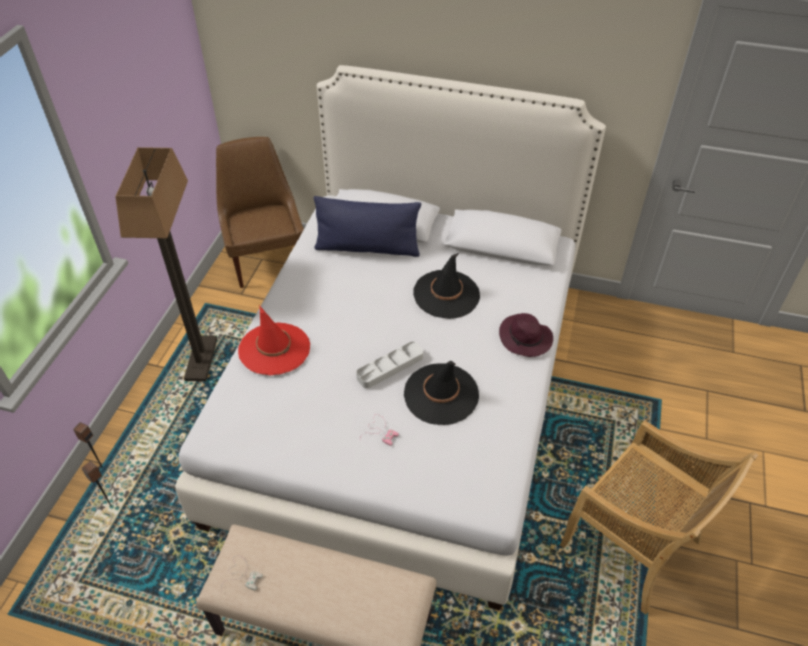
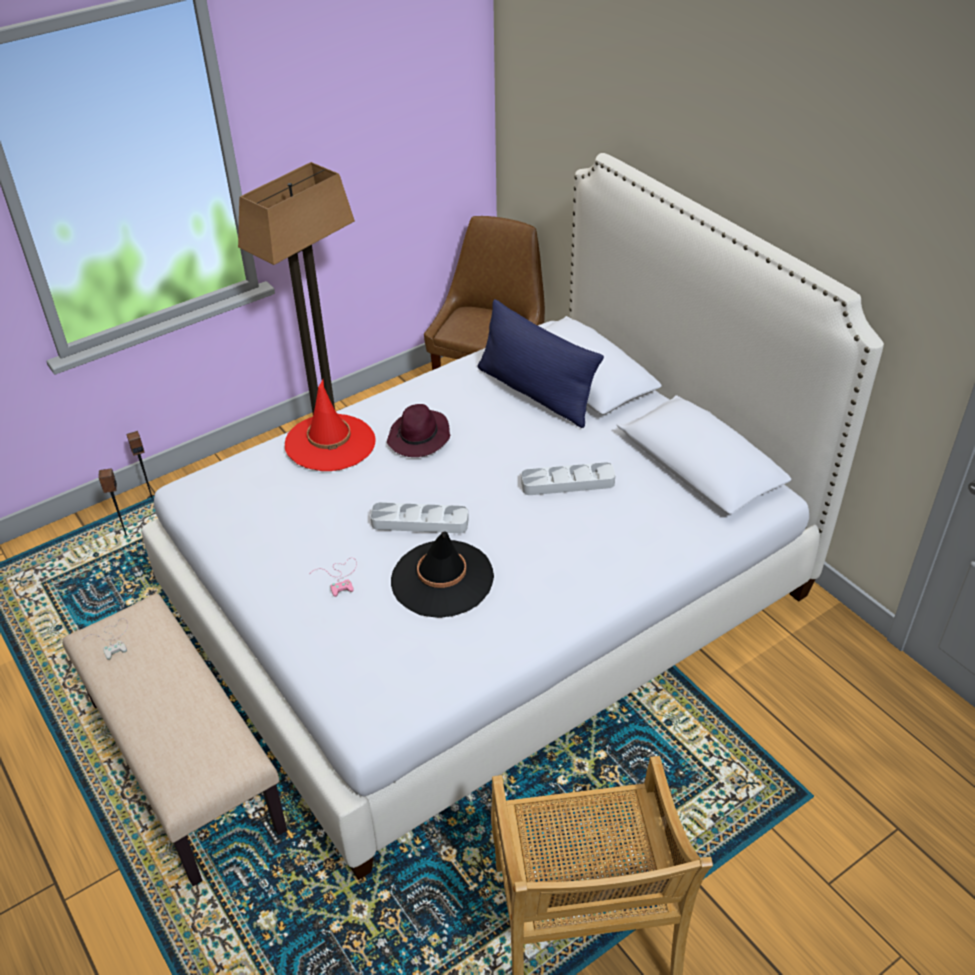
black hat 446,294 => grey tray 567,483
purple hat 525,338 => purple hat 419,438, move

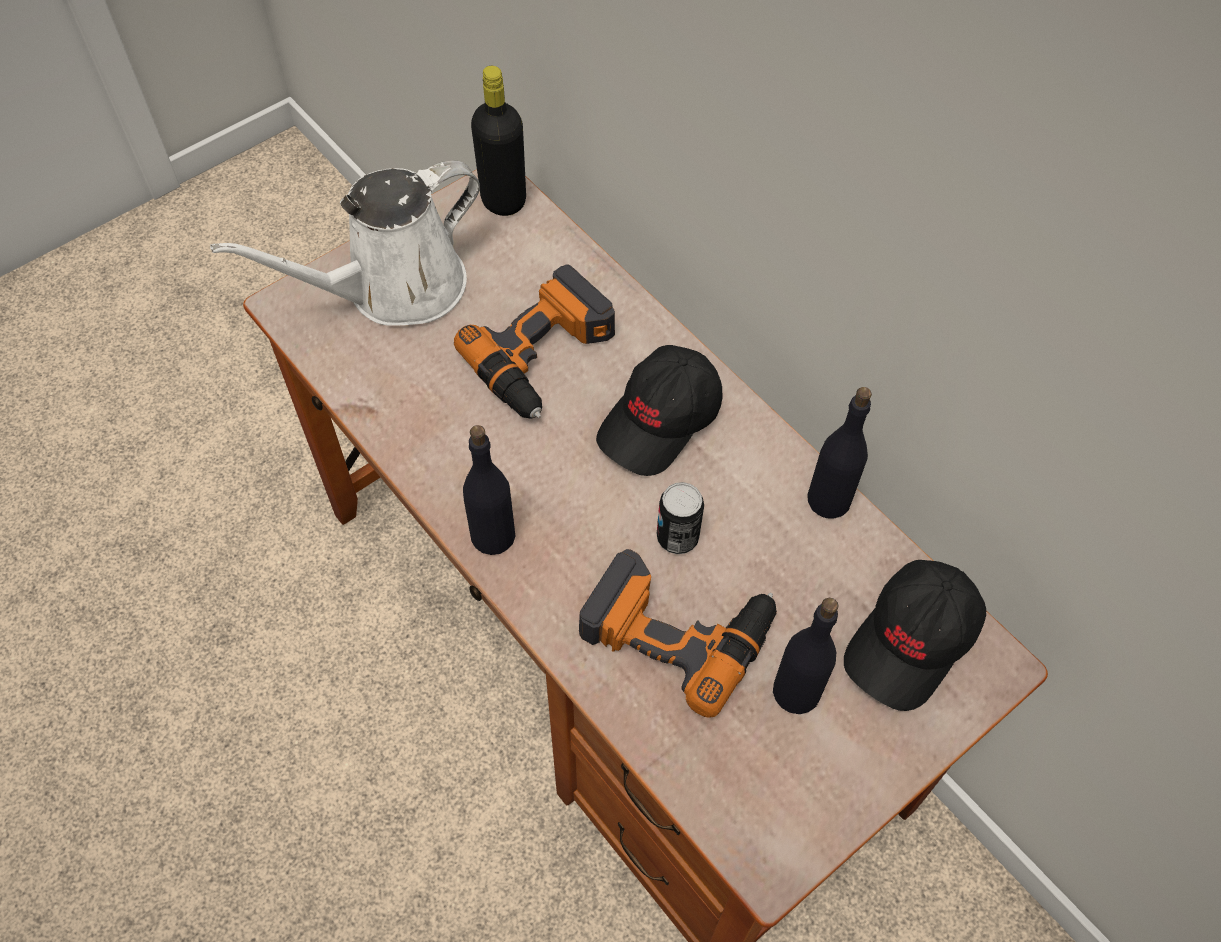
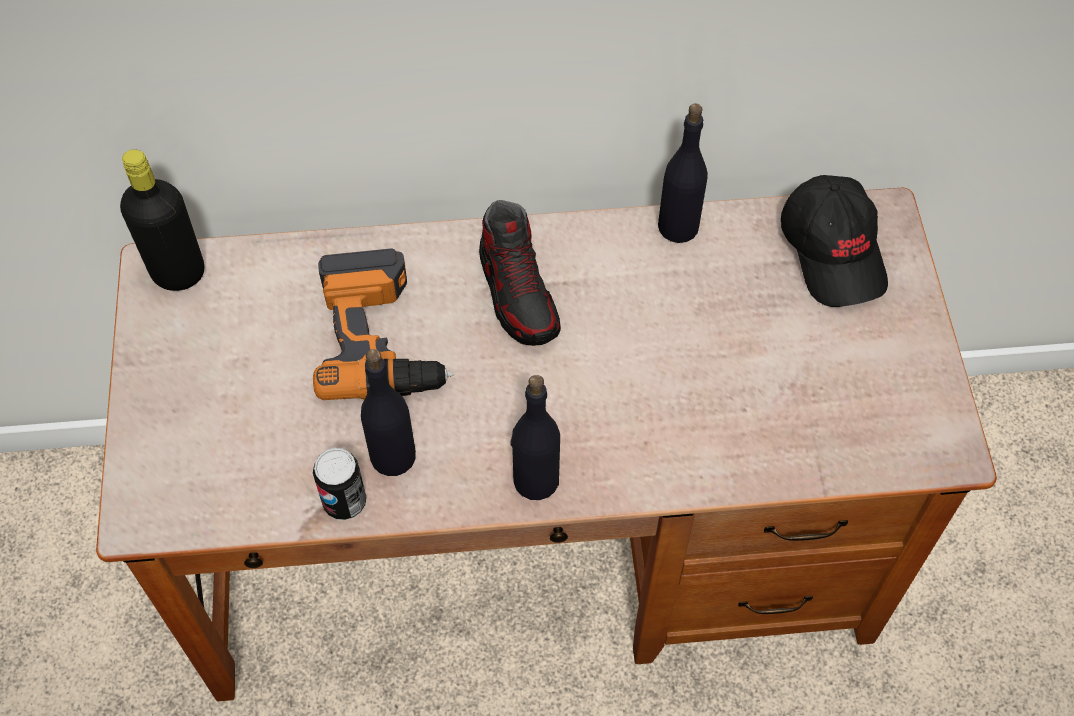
white watering can 394,289 => nothing
power drill 677,628 => nothing
black cap 661,421 => shoe 518,293
can 677,537 => can 344,502, move
black bottle 797,691 => black bottle 393,456, move

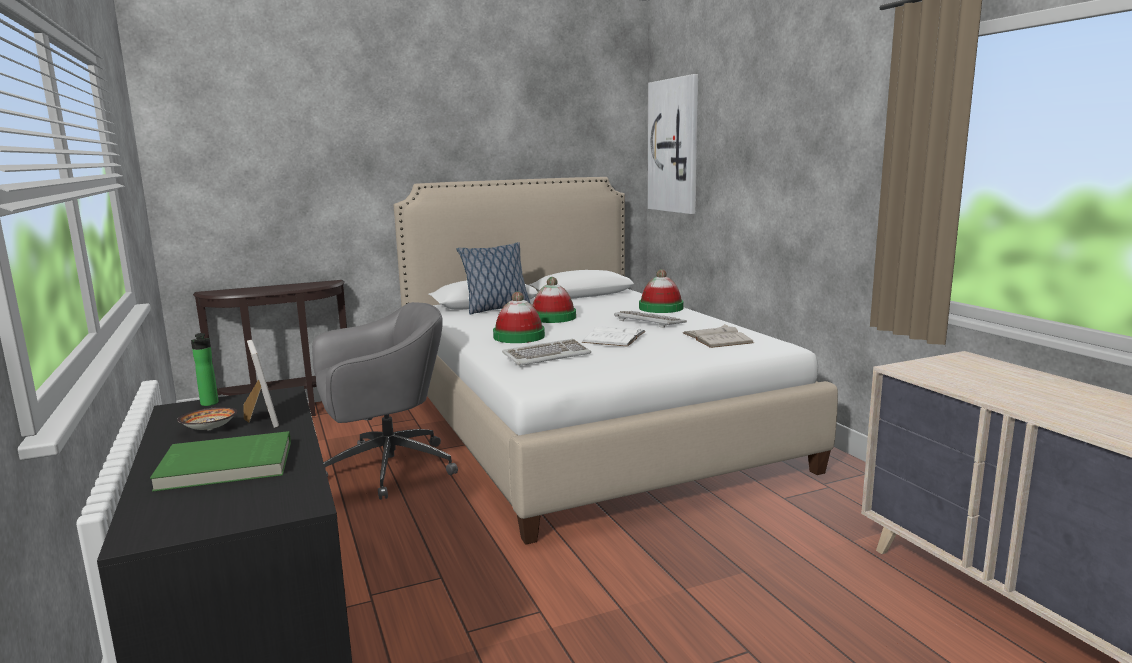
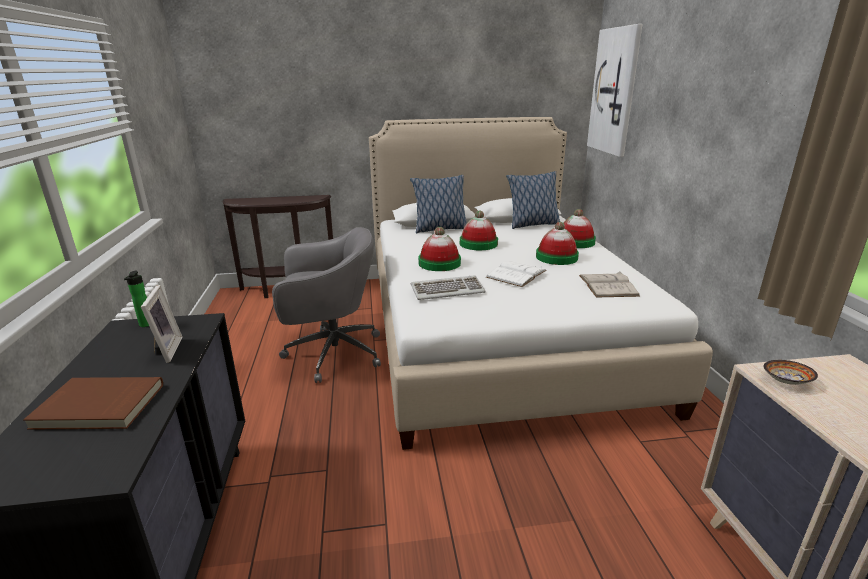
green book 226,466 => brown book 98,407
bowl 208,429 => bowl 785,381, move
keyboard 649,321 => hat 556,257
nothing => pillow 532,225

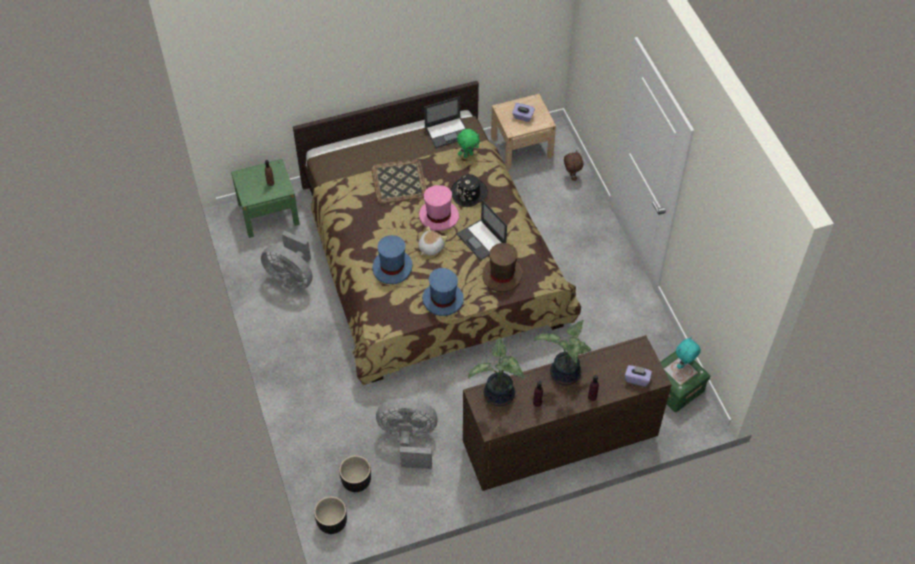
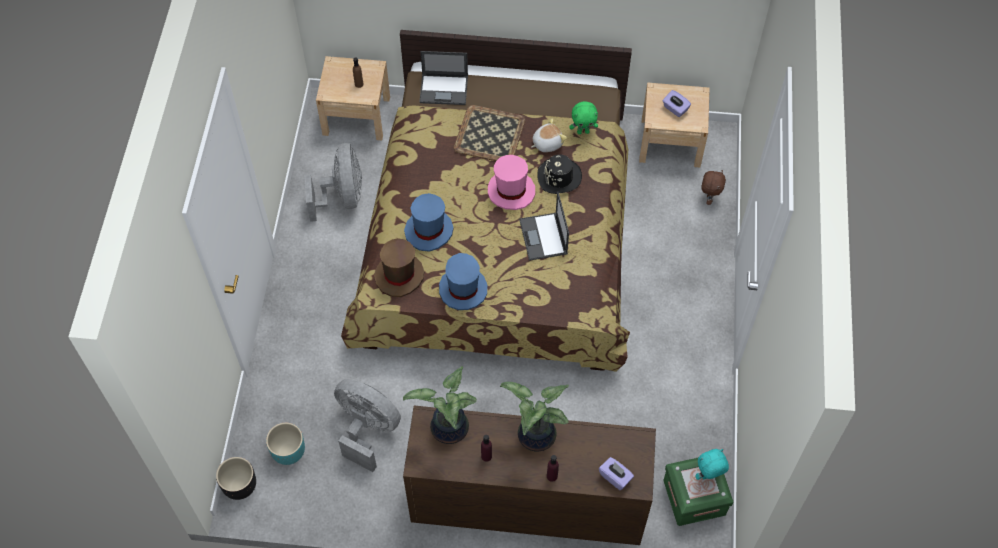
green nightstand 268,213 => beige nightstand 356,116
grey fan 291,278 => grey fan 342,197, 150 degrees counterclockwise
black planter 356,482 => turquoise planter 288,452
plush toy 430,247 => plush toy 547,143, move
laptop 448,132 => laptop 444,89, move
brown hat 502,275 => brown hat 399,275, move

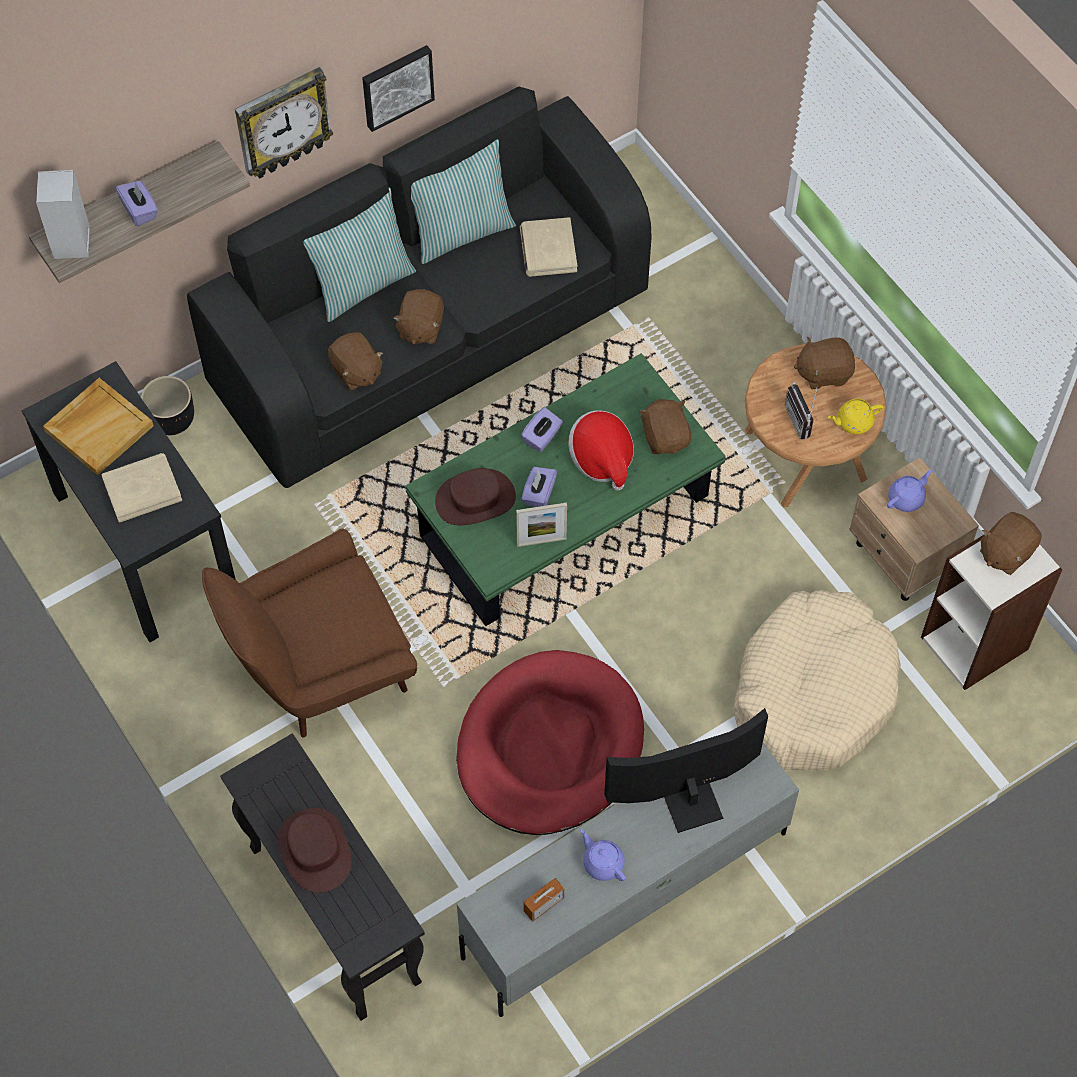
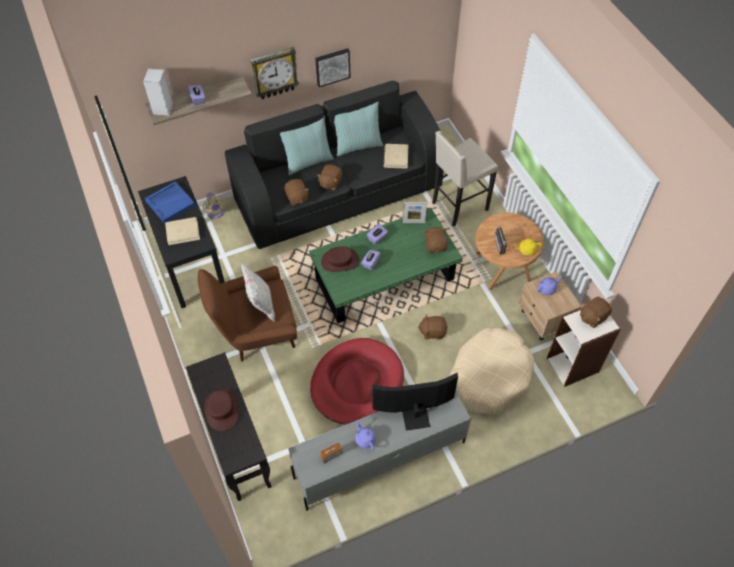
beige tray 99,427 => blue tray 170,203
black planter 172,419 => beige fan 215,213
picture frame 541,541 => picture frame 413,222, move
hat 601,459 => nothing
brown plush toy 823,372 => brown plush toy 432,331, move
nothing => white pillow 261,305
nothing => beige stool 458,206

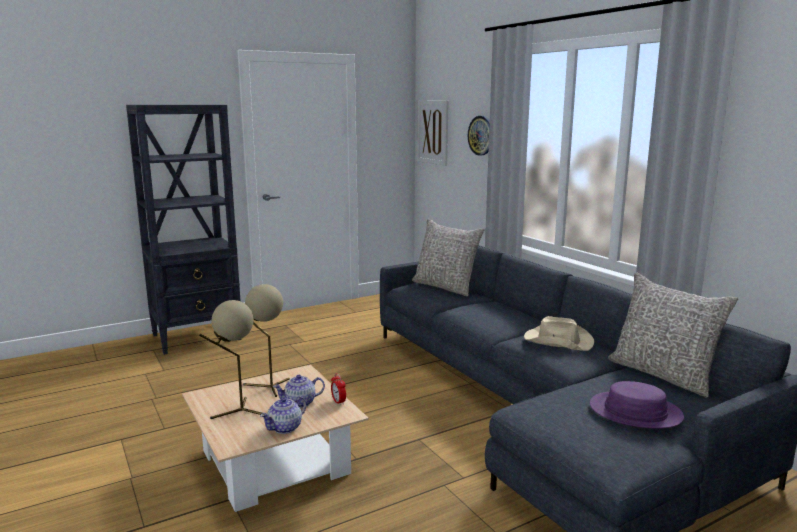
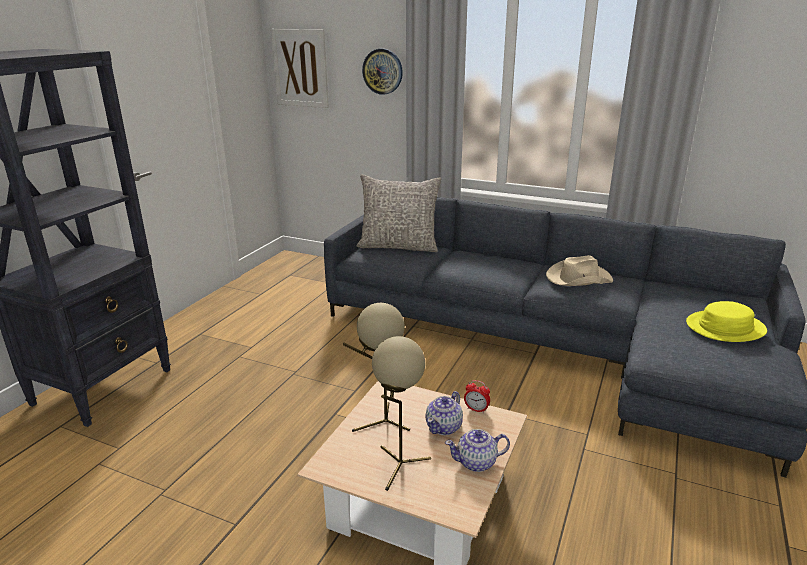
teapot 285,428 => teapot 477,462, 75 degrees clockwise
purple hat 635,412 => yellow hat 725,327
grey pillow 663,374 => nothing

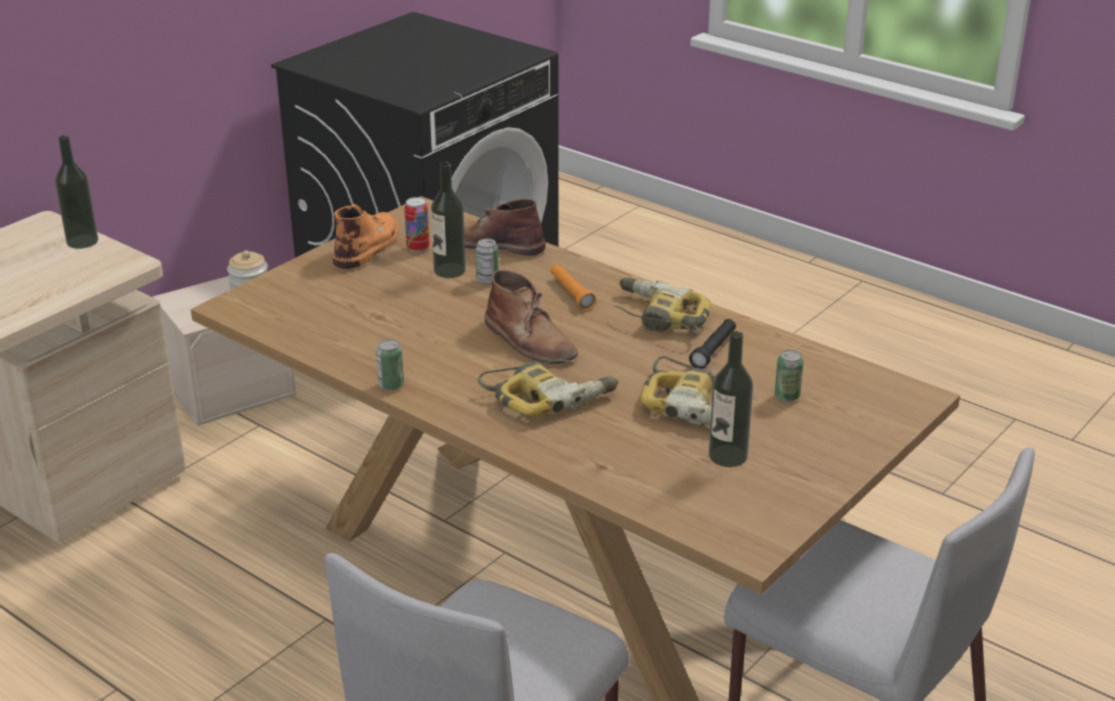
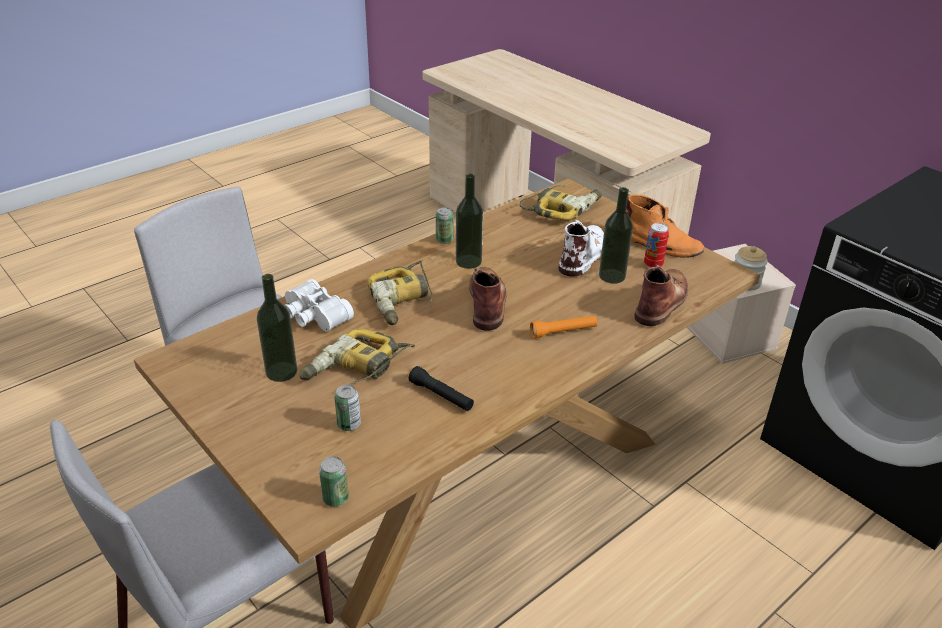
bottle 82,241 => bottle 468,261, move
can 487,280 => can 335,498, move
brown boot 530,341 => brown boot 487,301, 120 degrees clockwise
power drill 657,317 => power drill 562,208, move
nothing => white binoculars 313,316
nothing => white boot 583,254

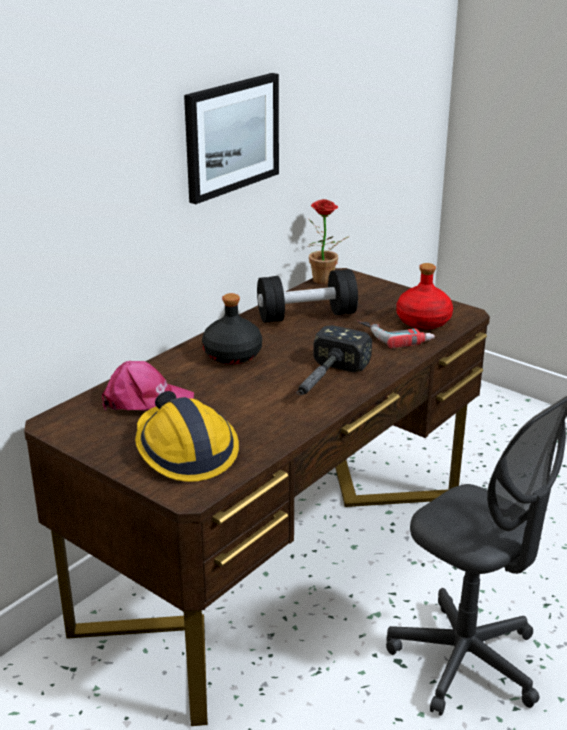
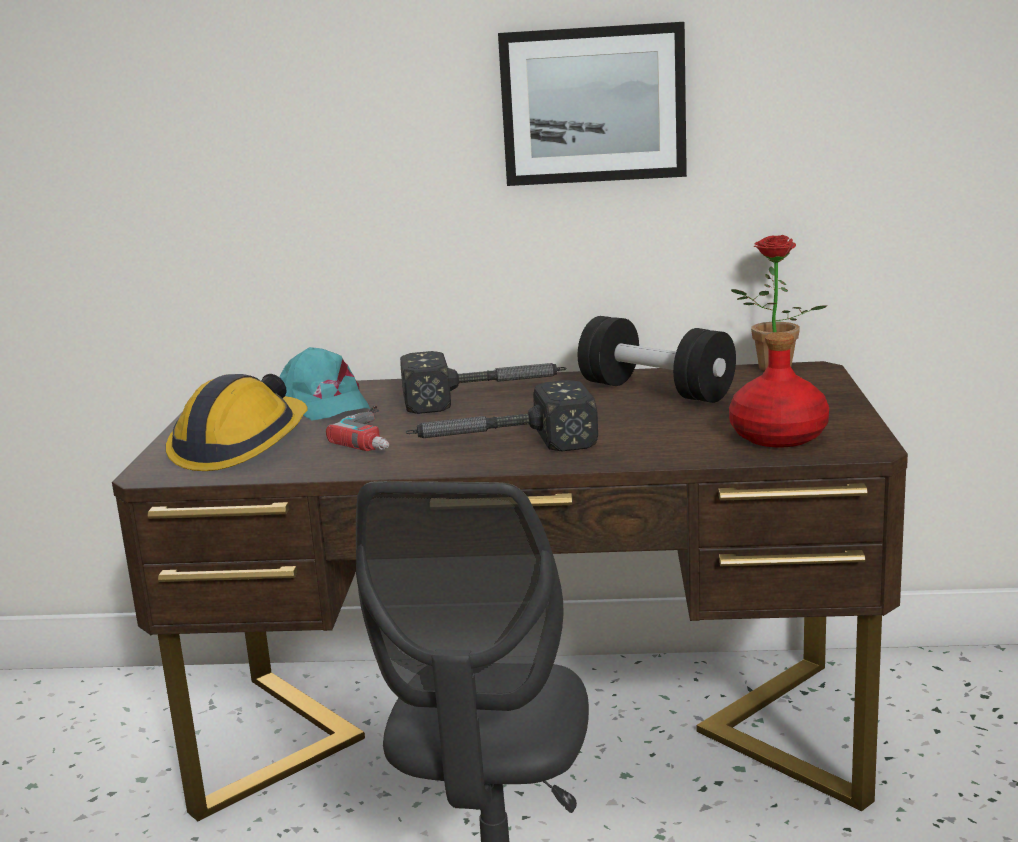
pink cap 146,401 => turquoise cap 323,403
black bottle 231,355 => hammer 486,397
power drill 395,335 => power drill 379,435, move

